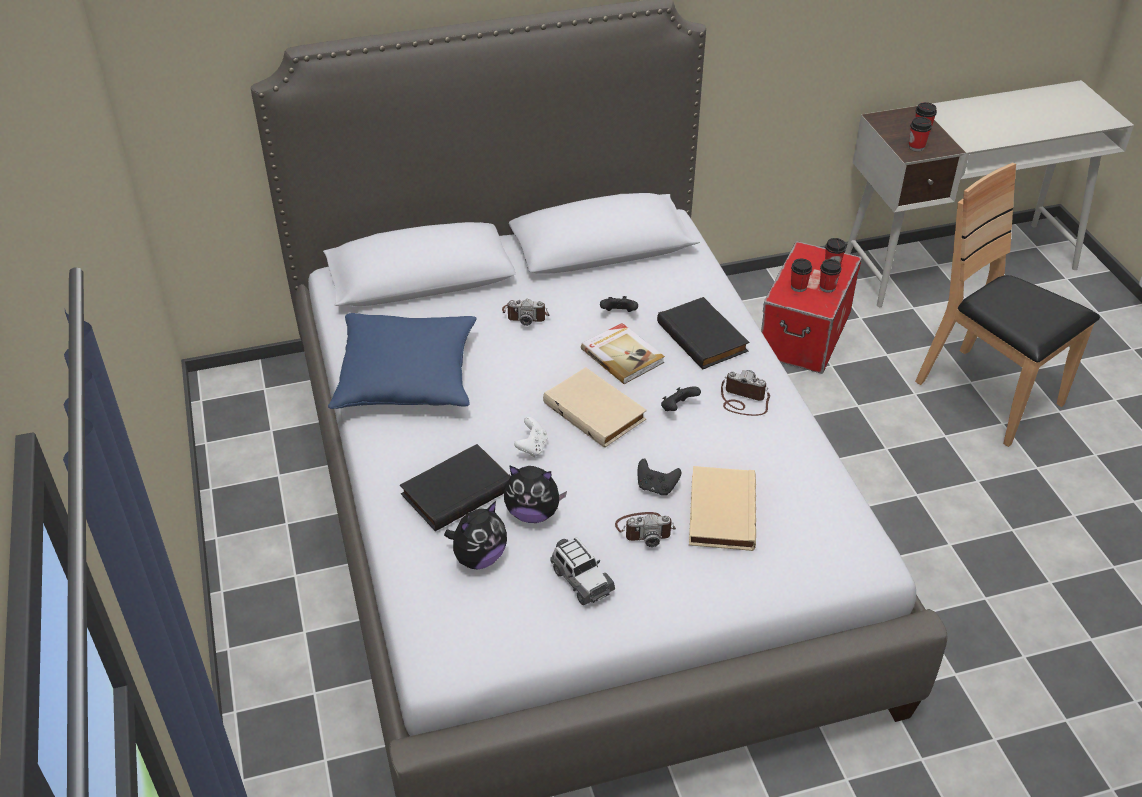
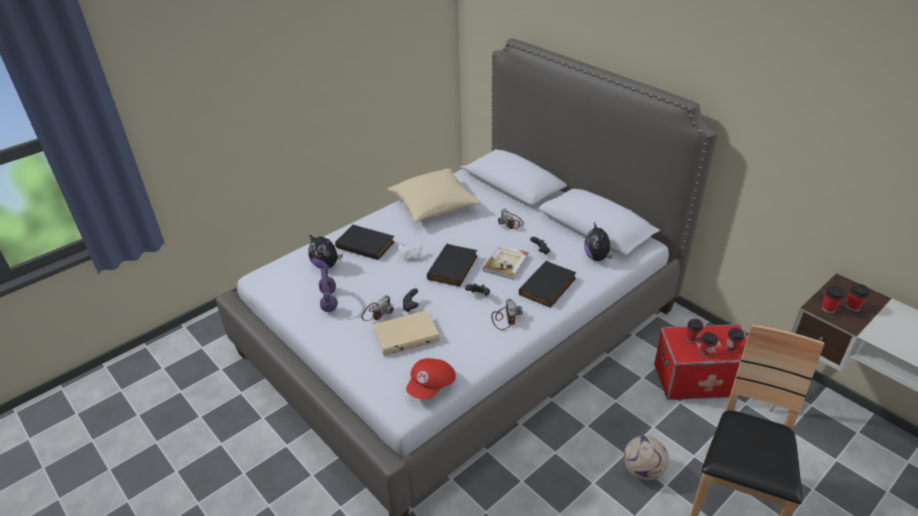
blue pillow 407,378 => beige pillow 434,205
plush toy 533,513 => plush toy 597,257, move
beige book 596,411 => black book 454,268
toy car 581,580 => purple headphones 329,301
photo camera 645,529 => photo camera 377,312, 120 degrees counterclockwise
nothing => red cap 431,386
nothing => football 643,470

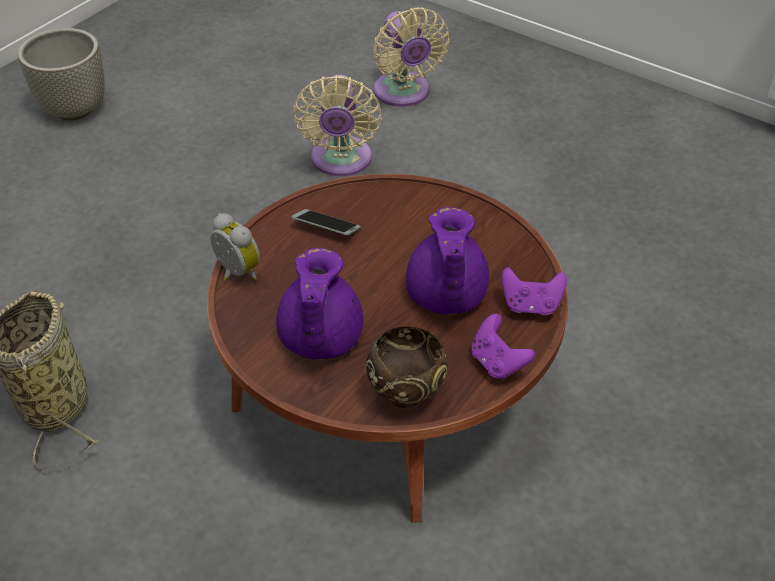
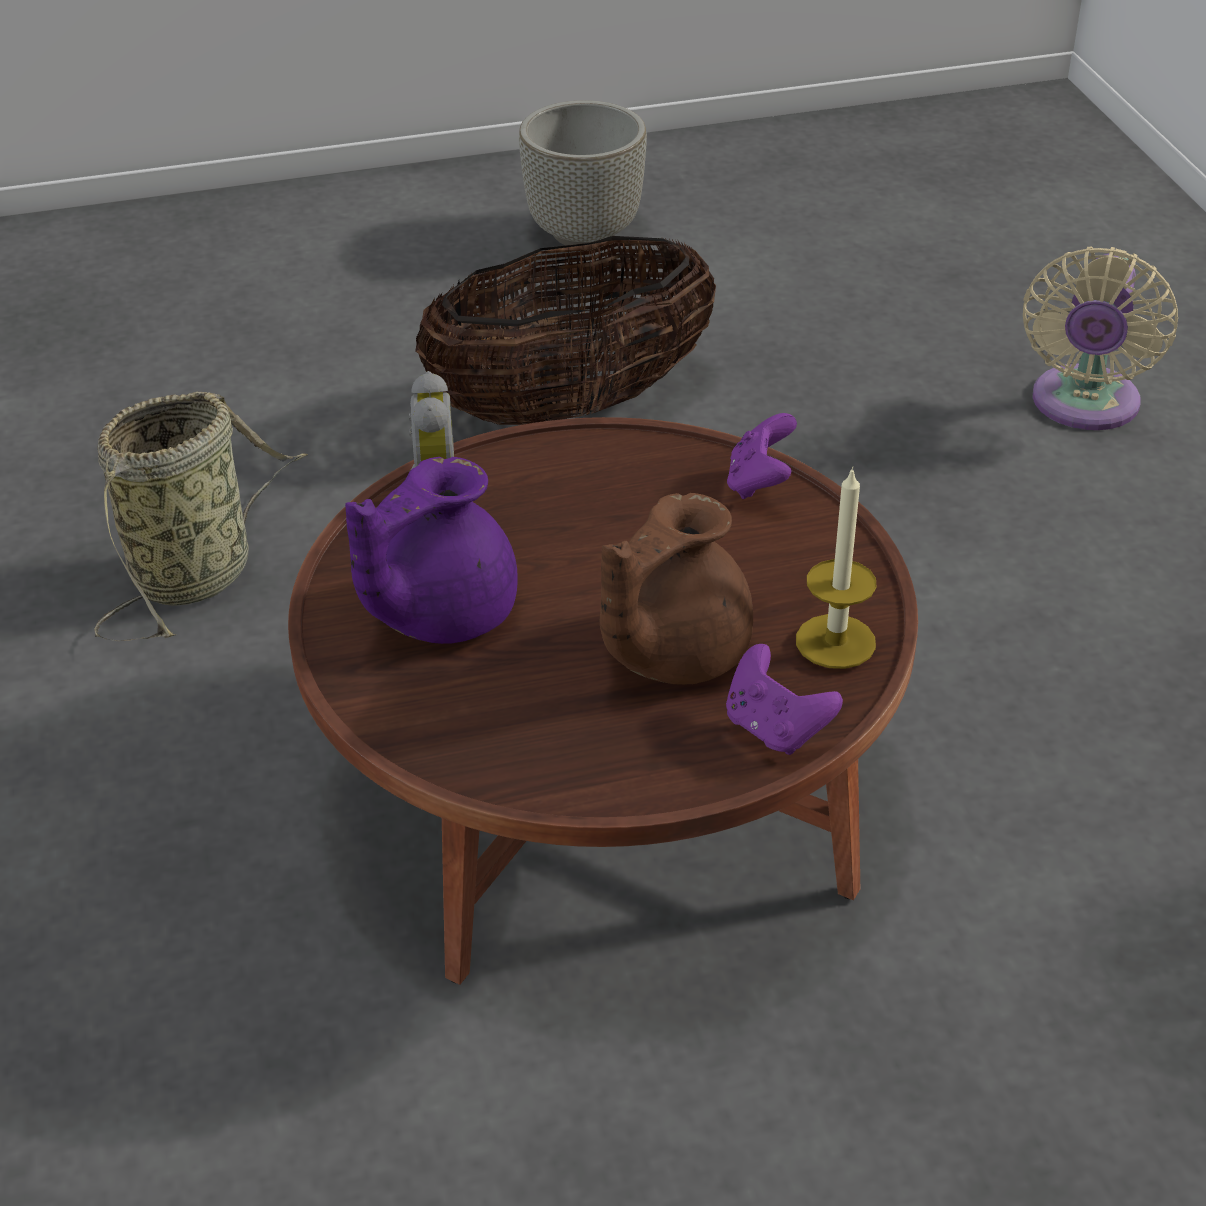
phone 326,227 => nothing
beige fan 341,162 => nothing
brown bowl 407,395 => nothing
purple teapot 445,297 => brown teapot 670,653
purple game controller 497,363 => purple game controller 759,483, move
nothing => basket 570,405
nothing => candle 835,641

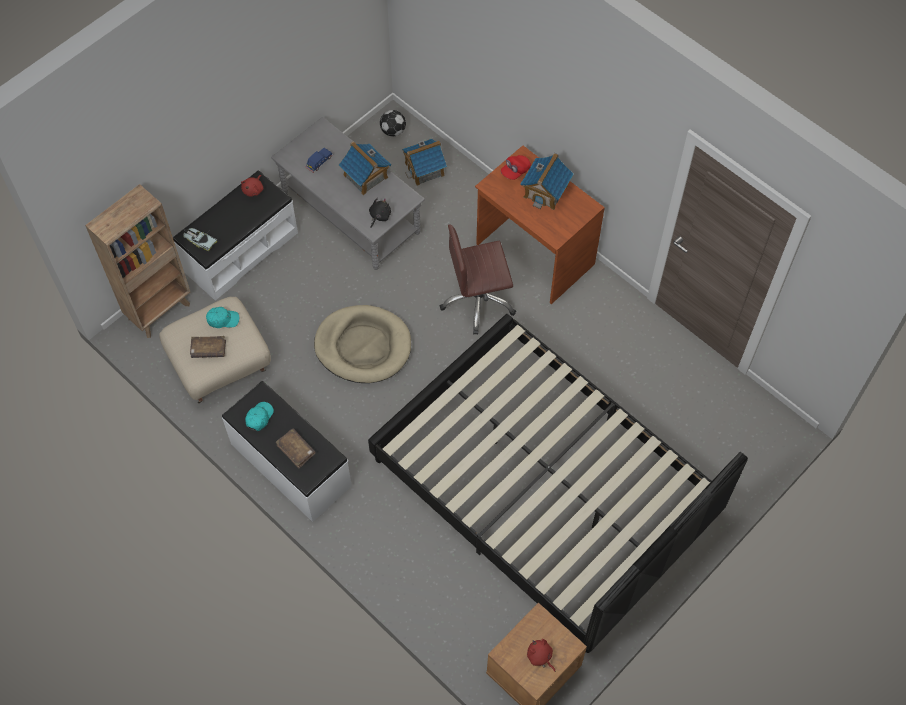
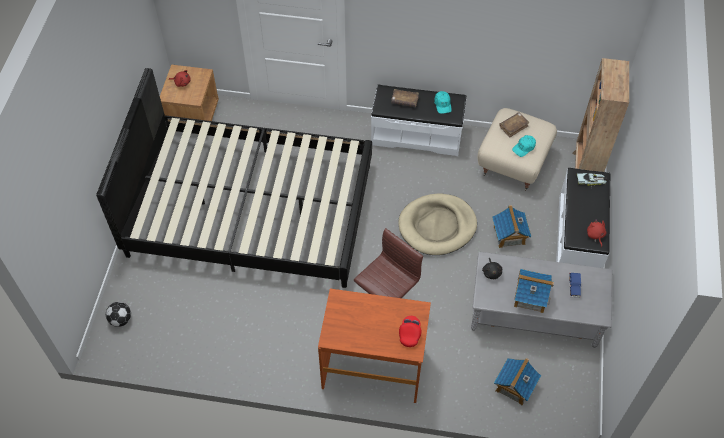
football 393,131 => football 120,319, move
toy house 545,191 => toy house 509,235, move

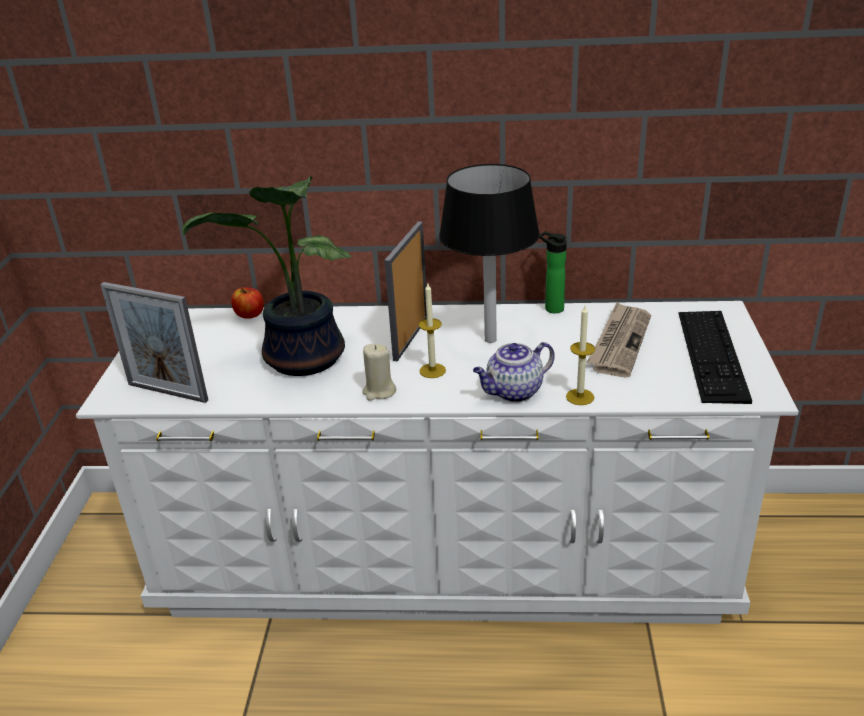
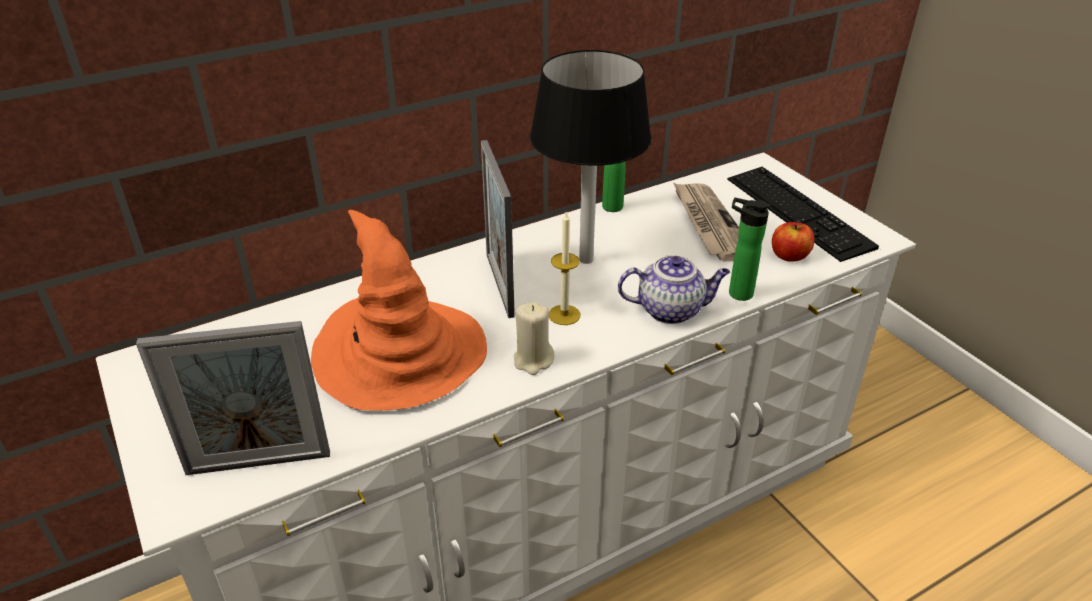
potted plant 302,360 => orange hat 399,355
apple 250,315 => apple 789,256, move
teapot 513,392 => teapot 671,310, 120 degrees counterclockwise
candle 580,397 => bottle 736,293

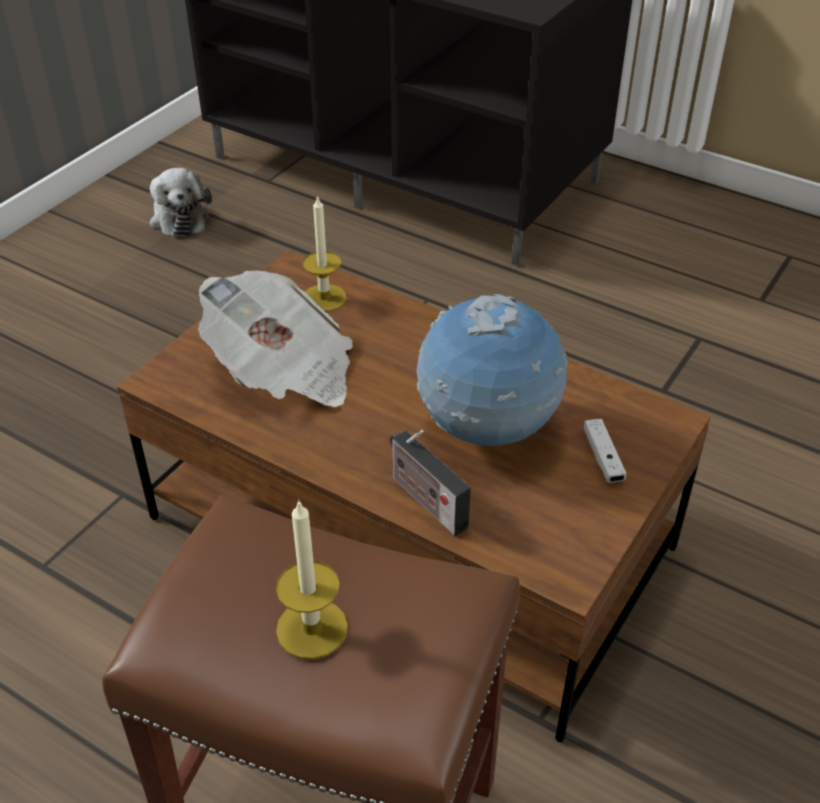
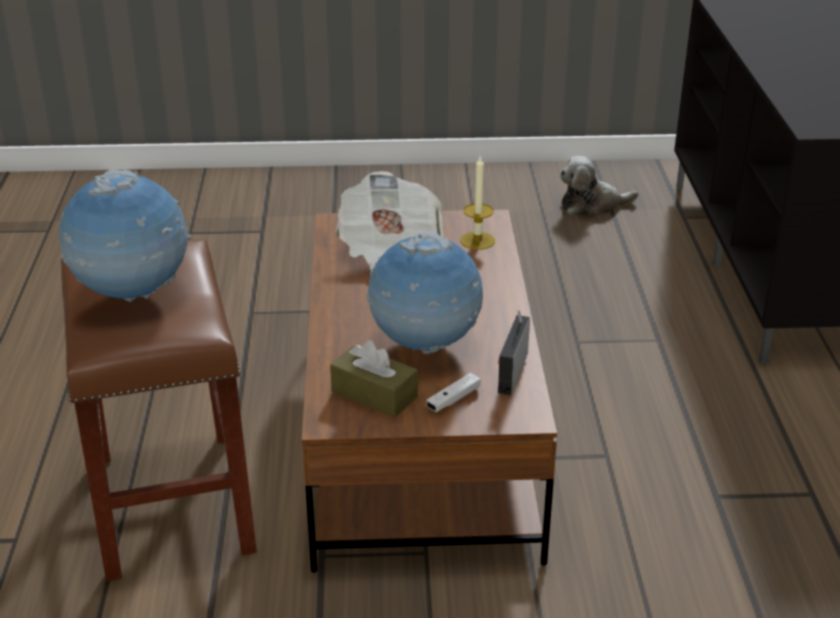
plush toy 179,217 => plush toy 592,206, 45 degrees clockwise
candle 312,628 => globe 132,295
radio 425,500 => radio 512,370, move
nothing => brown tissue box 374,394

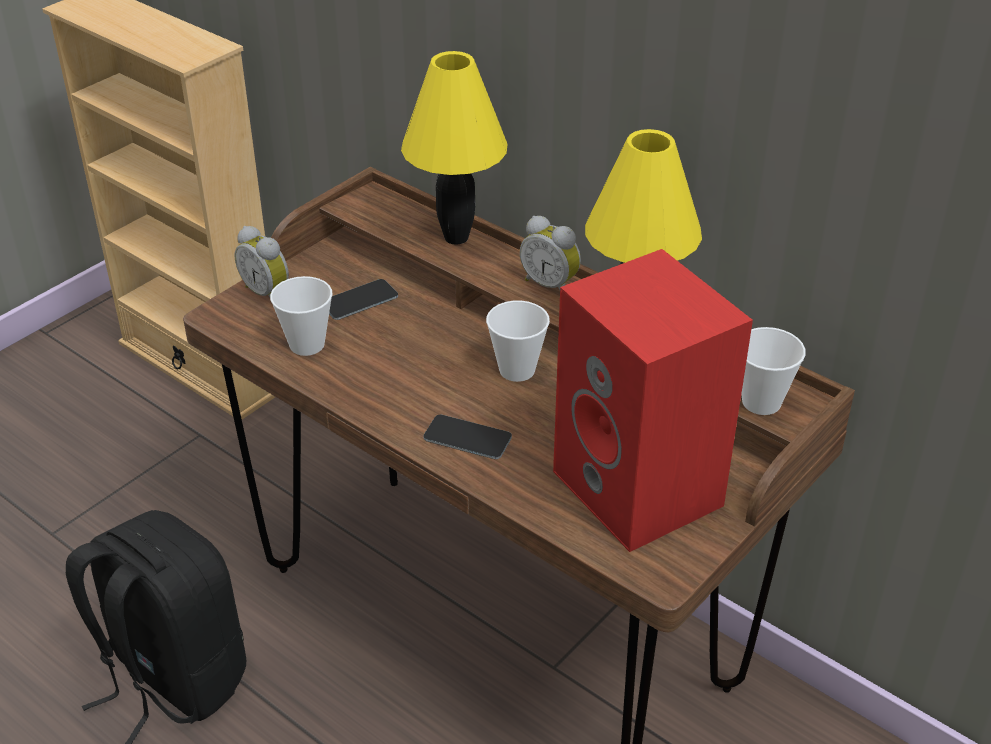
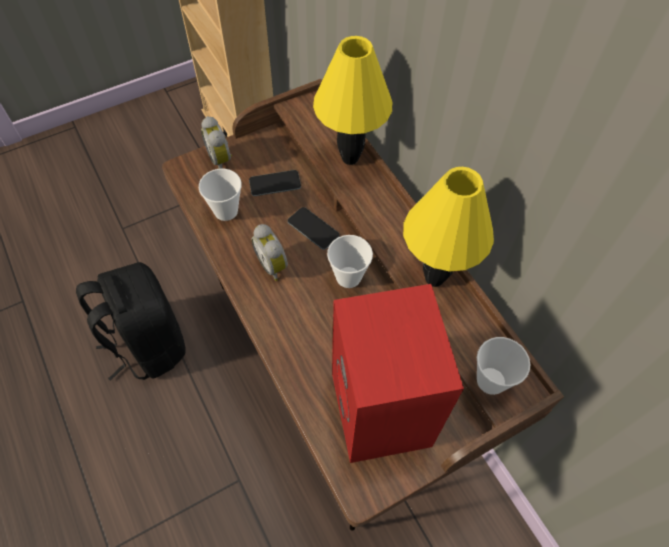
phone 467,438 => phone 313,228, move
alarm clock 551,285 => alarm clock 274,265, move

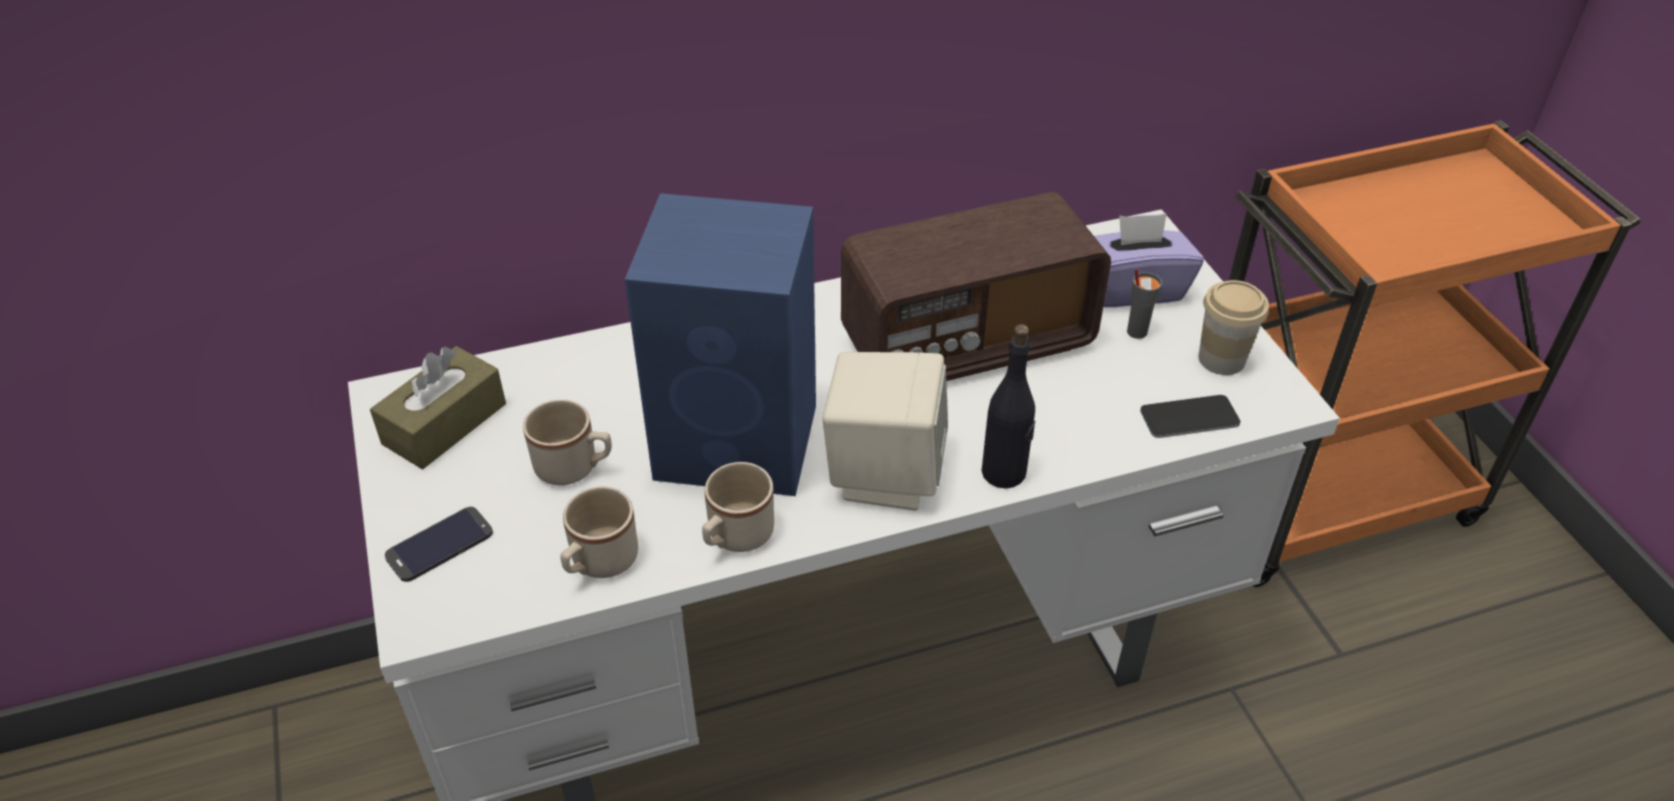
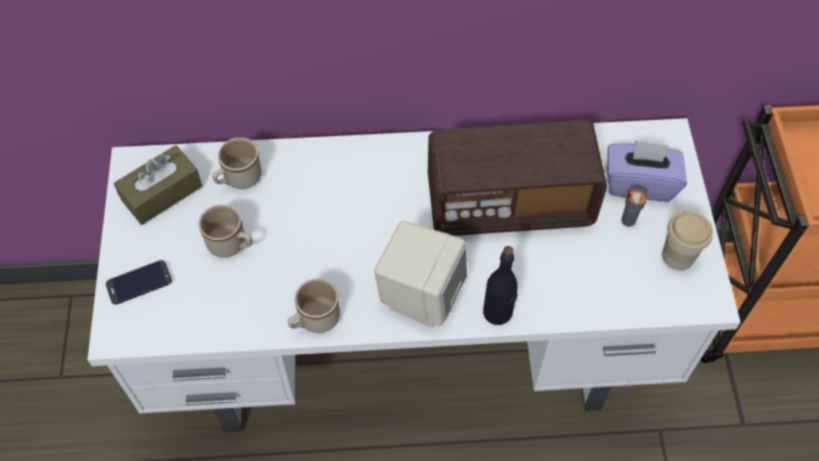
beige mug 599,564 => beige mug 238,179, move
blue speaker 741,442 => nothing
phone 1189,417 => nothing

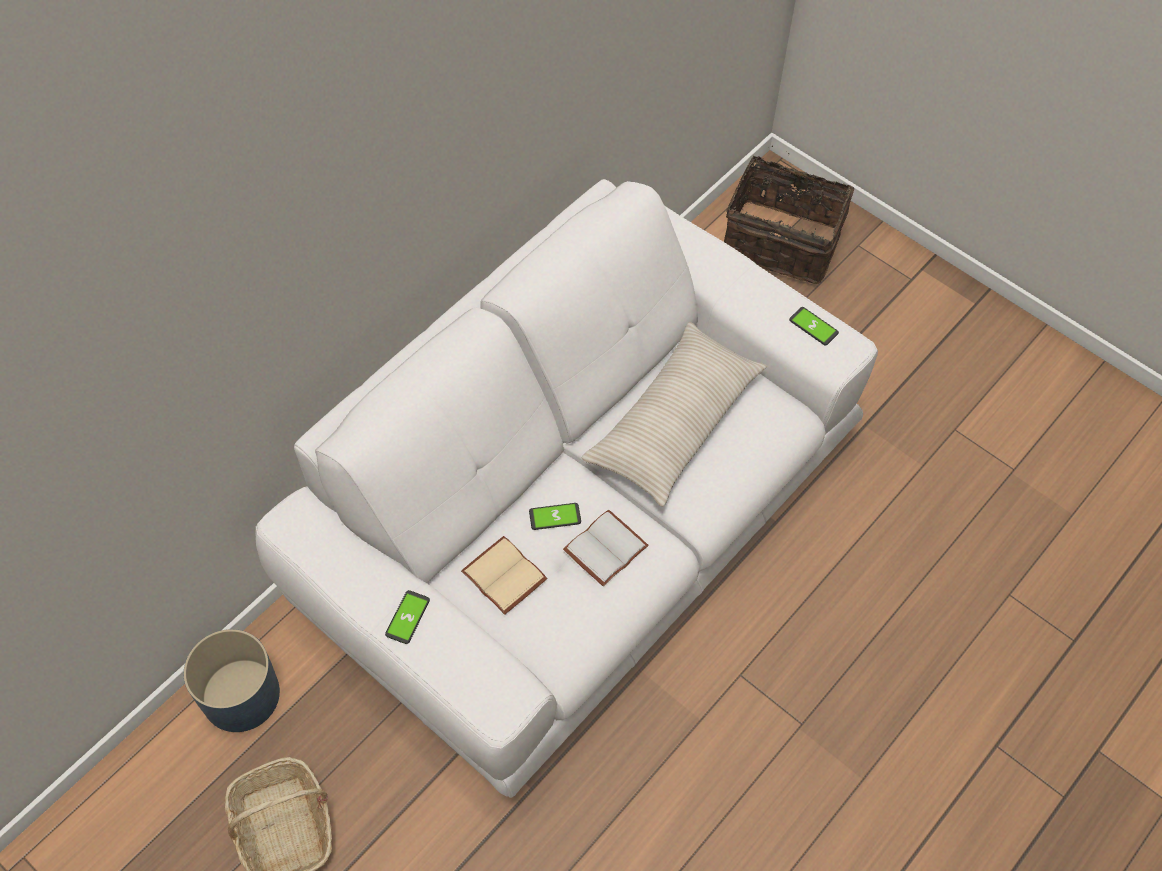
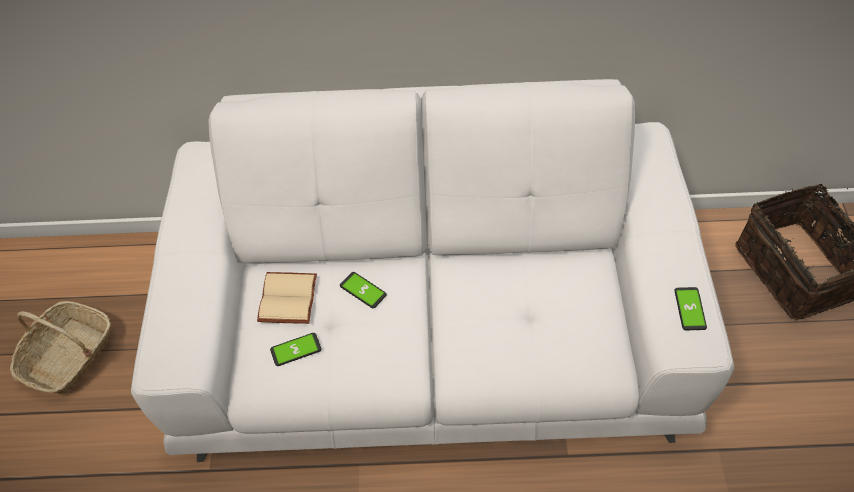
blue planter 241,694 => nothing
phone 407,617 => phone 296,350, move
white book 605,546 => nothing
beige pillow 674,423 => nothing

